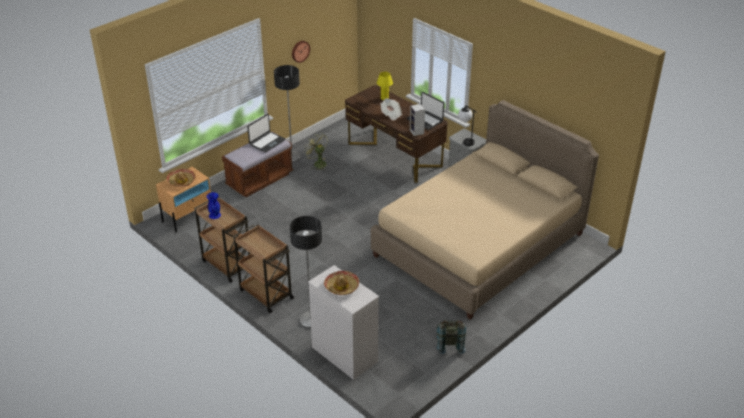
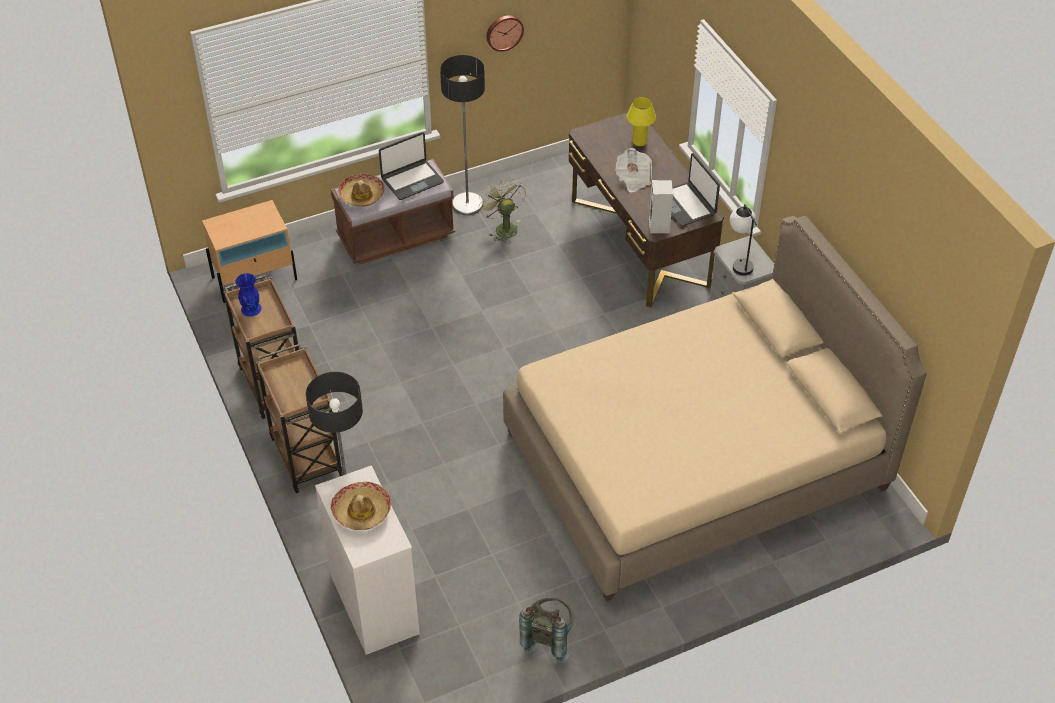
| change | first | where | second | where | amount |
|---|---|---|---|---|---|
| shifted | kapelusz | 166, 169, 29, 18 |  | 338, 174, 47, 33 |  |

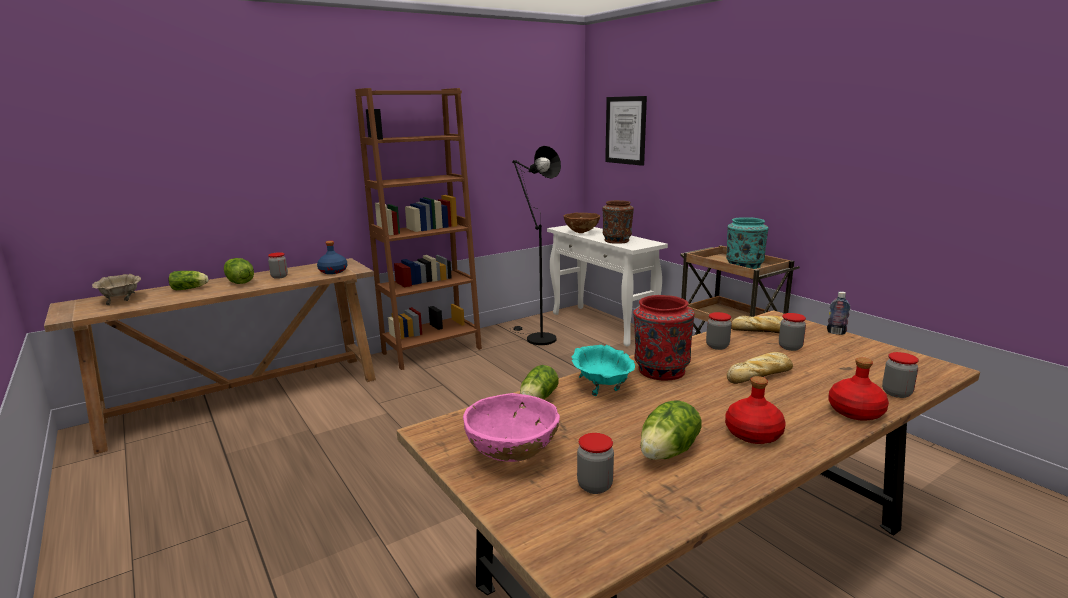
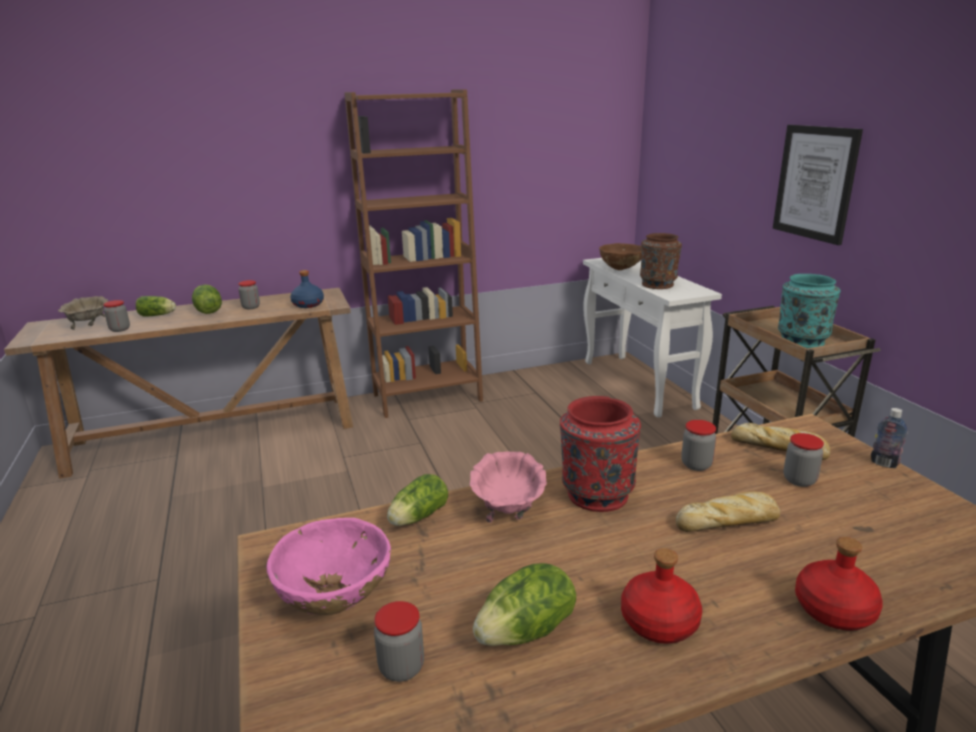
| change | first | where | second | where | amount |
|---|---|---|---|---|---|
| shifted | obraz | 605, 96, 42, 70 |  | 773, 125, 90, 120 |  |
| gone | lampa stojąca/czarny | 511, 146, 50, 199 |  |  |  |
| repainted | miska/turkusowy | 571, 345, 64, 51 | miska/różowy | 470, 452, 77, 71 |  |
| shifted | słoik | 882, 352, 37, 46 |  | 103, 300, 27, 32 |  |

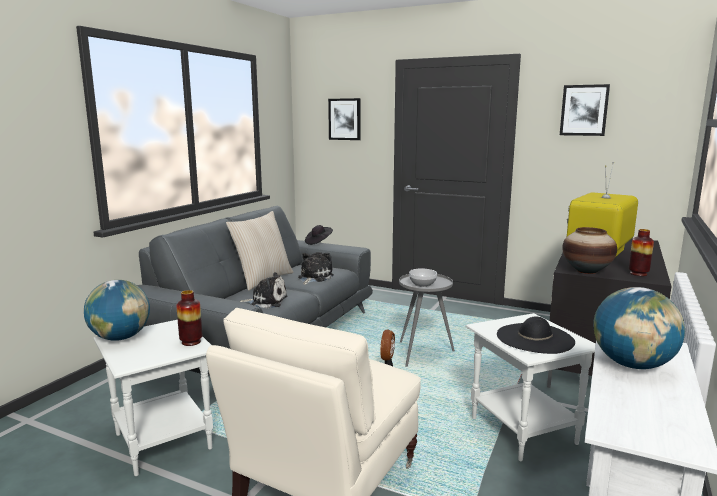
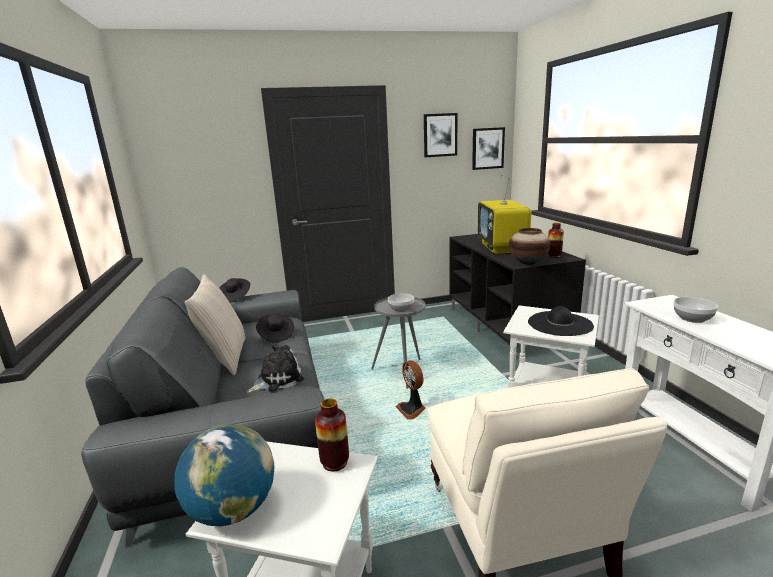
| change | first | where | second | where | amount |
|---|---|---|---|---|---|
| shifted | obraz | 328, 98, 32, 42 |  | 472, 127, 33, 43 |  |
| swapped | pluszak | 298, 252, 36, 33 | kapelusz/czarny | 256, 314, 38, 29 |  |
| swapped | globus | 593, 287, 92, 82 | miska | 674, 297, 44, 26 |  |

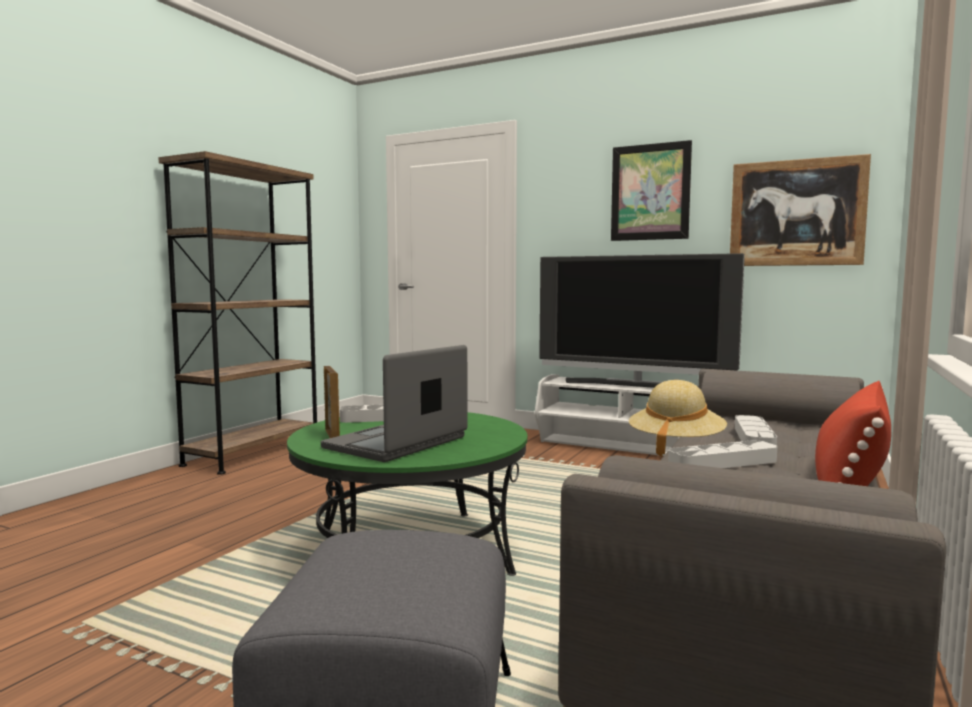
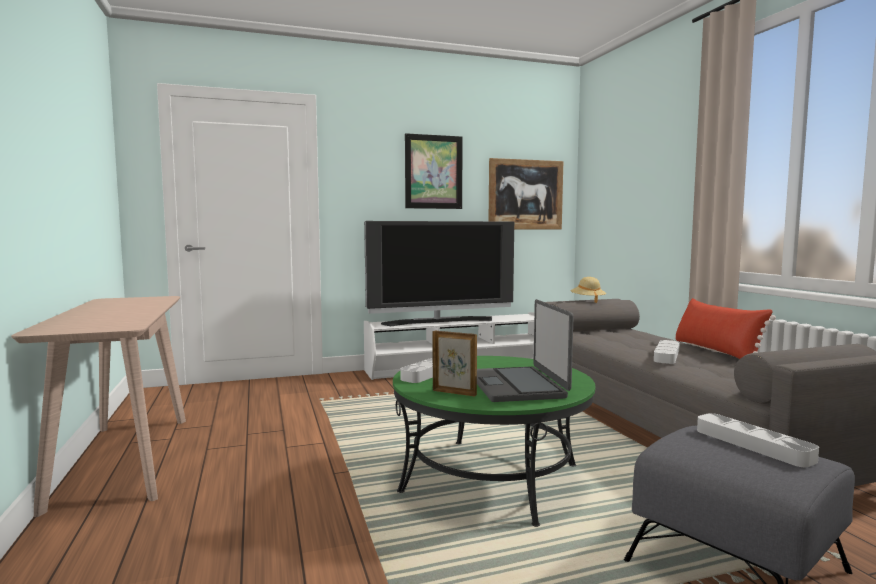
| change | first | where | second | where | amount |
|---|---|---|---|---|---|
| swapped | regał/brązowy | 158, 151, 159, 324 | stolik konsolowy/beżowy | 11, 296, 175, 221 |  |
| shifted | kapelusz/beżowy | 629, 380, 98, 76 |  | 570, 277, 36, 26 |  |
| shifted | taca/szary | 735, 415, 42, 31 |  | 697, 413, 122, 54 |  |

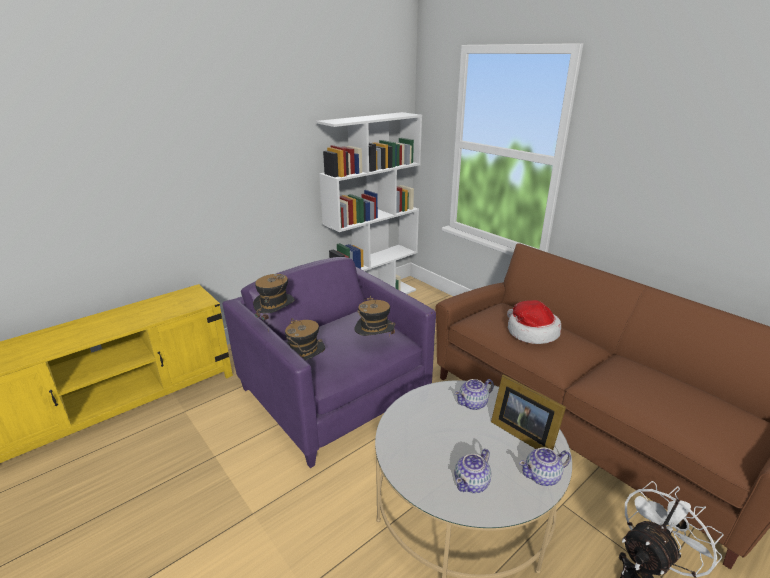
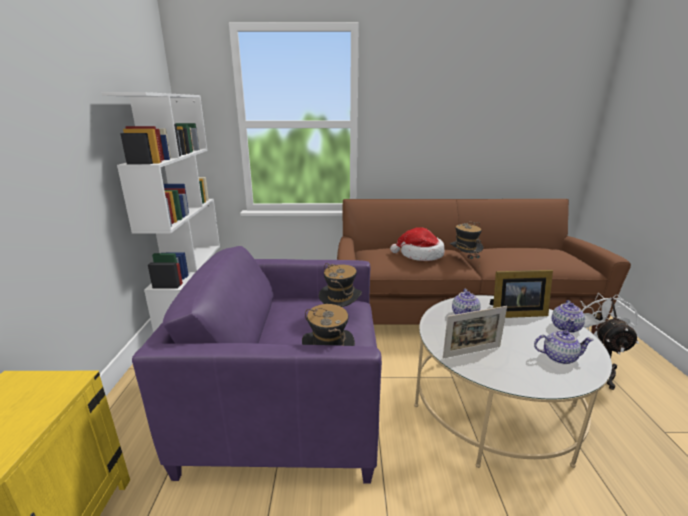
| change | first | where | second | where | amount |
|---|---|---|---|---|---|
| shifted | kapelusz | 253, 274, 42, 58 |  | 450, 222, 34, 44 |  |
| rotated | imbryk | 454, 449, 37, 44 |  | 534, 330, 59, 34 | 75 degrees counterclockwise |
| new |  |  | ramka na zdjęcie | 443, 306, 64, 53 |  |

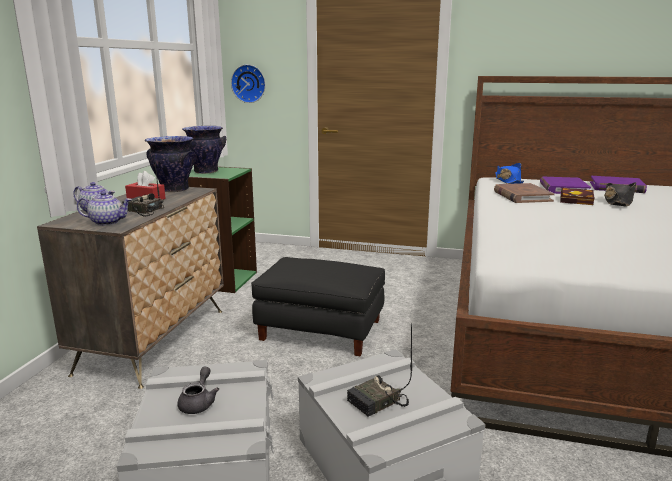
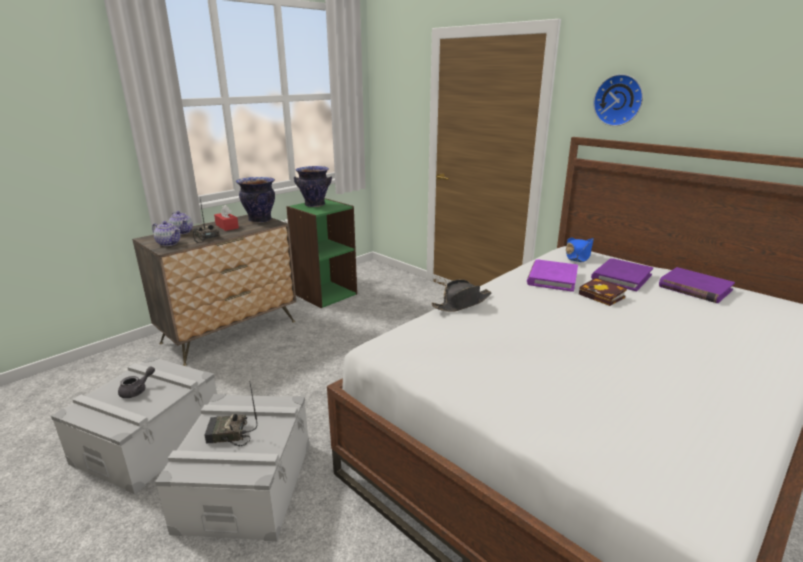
| change | first | where | second | where | amount |
|---|---|---|---|---|---|
| shifted | zegar ścienny | 231, 64, 35, 39 |  | 593, 74, 50, 52 |  |
| shifted | kapelusz/czarny | 604, 182, 32, 25 |  | 431, 279, 61, 33 |  |
| repainted | książka/brązowy | 494, 183, 61, 20 | książka/fioletowy | 527, 260, 51, 32 |  |
| gone | pufa/czarny | 251, 257, 134, 99 |  |  |  |

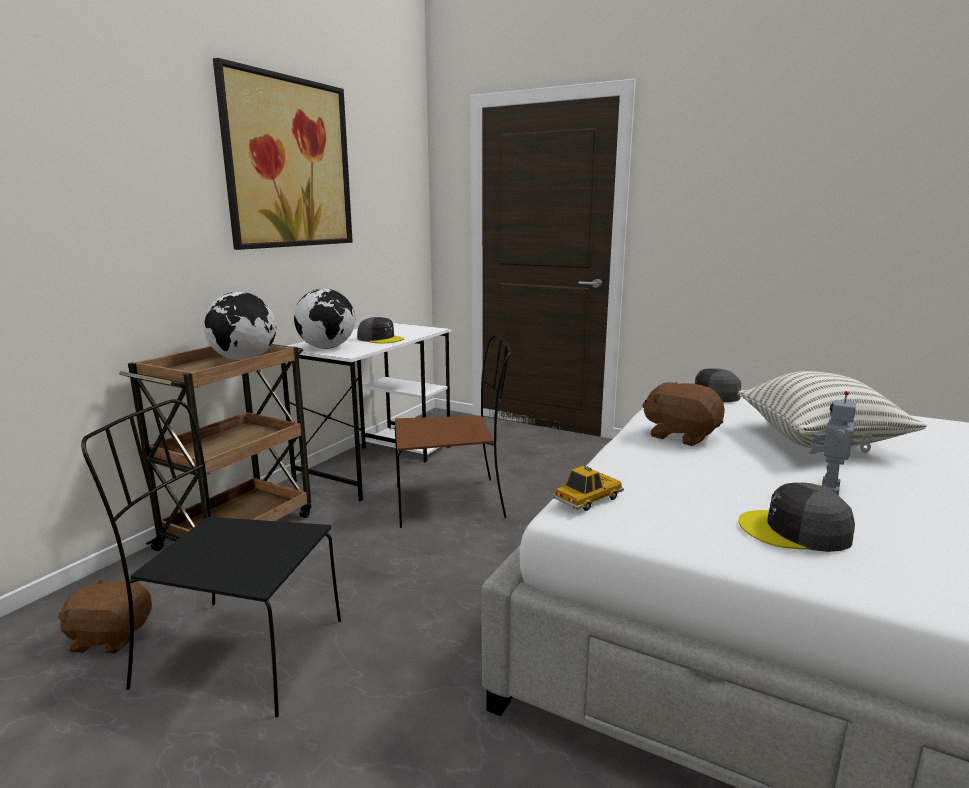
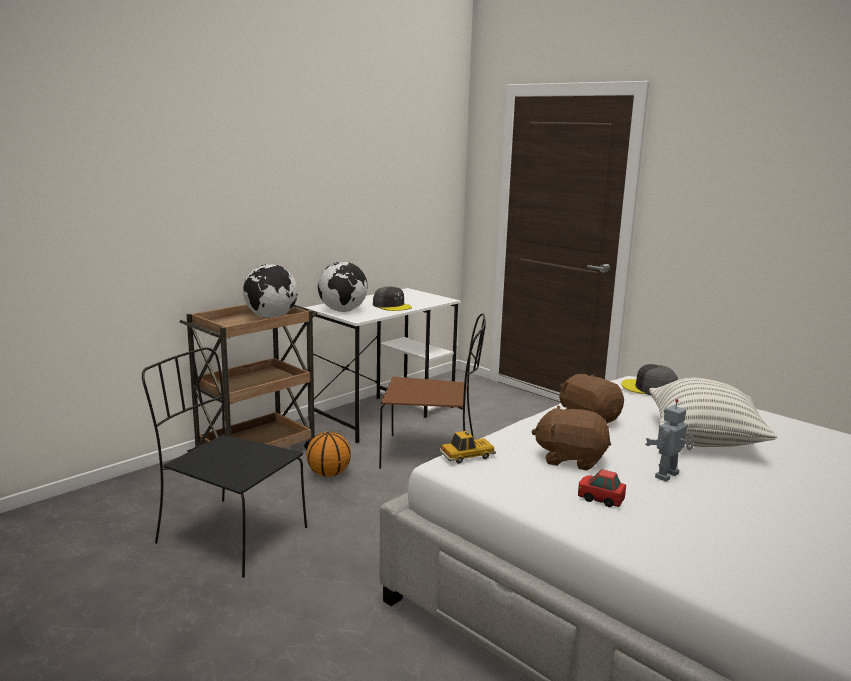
| change | first | where | second | where | amount |
|---|---|---|---|---|---|
| gone | obraz | 213, 58, 140, 192 |  |  |  |
| swapped | czapka z daszkiem/szary | 738, 482, 117, 70 | samochodzik | 578, 469, 48, 38 |  |
| shifted | pluszak/brązowy | 58, 578, 94, 76 |  | 532, 406, 79, 65 |  |
| new |  |  | piłka do koszykówki | 306, 431, 45, 46 |  |

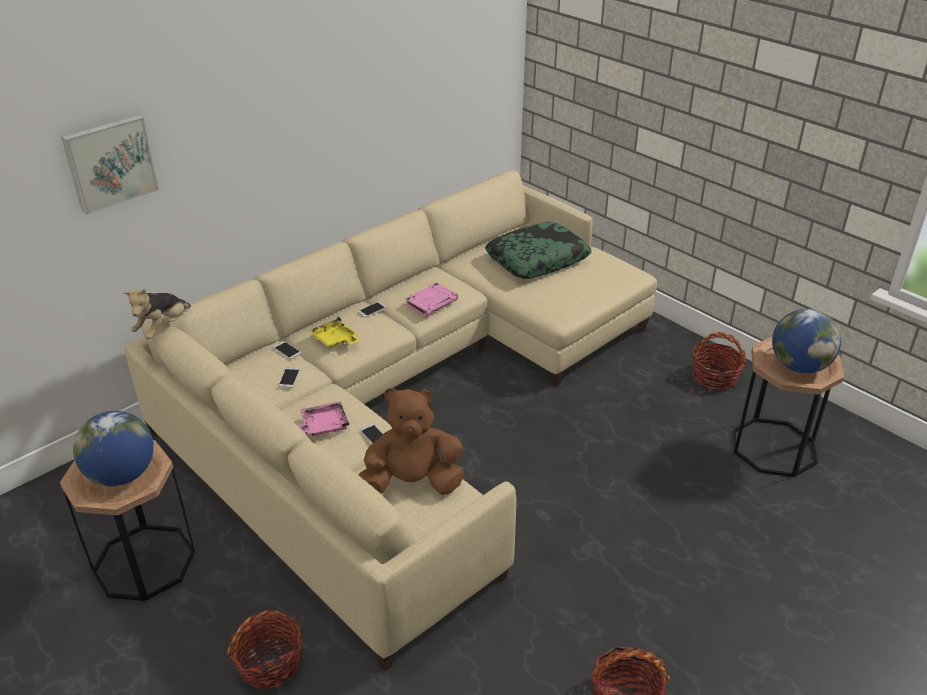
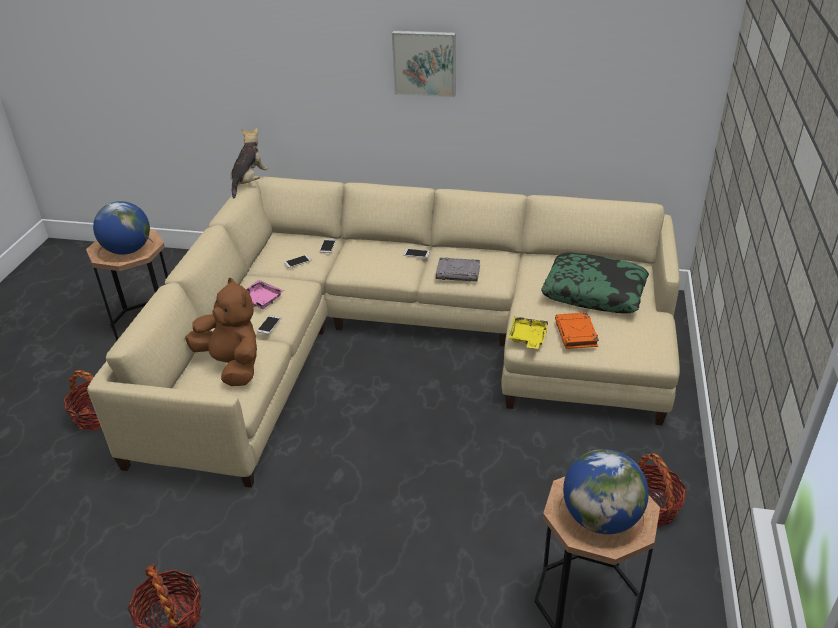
| change | first | where | second | where | amount |
|---|---|---|---|---|---|
| shifted | obraz | 61, 115, 98, 100 |  | 392, 31, 64, 66 |  |
| repainted | książka/różowy | 405, 282, 53, 35 | książka/szary | 436, 257, 44, 25 |  |
| rotated | pluszak | 124, 288, 67, 51 |  | 230, 128, 38, 70 | 120 degrees clockwise |
| shifted | taca/żółty | 308, 316, 52, 33 |  | 508, 316, 41, 33 |  |
| new |  |  | książka/pomarańczowy | 555, 312, 44, 37 |  |

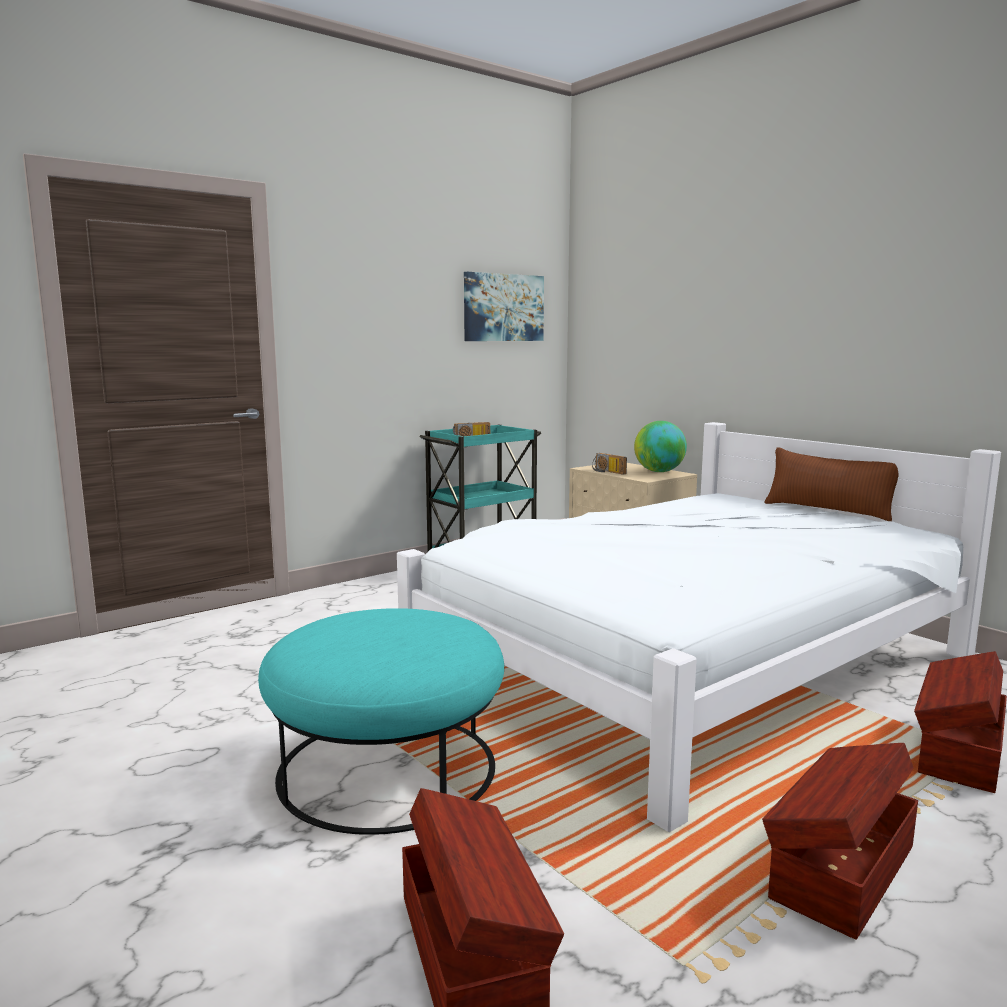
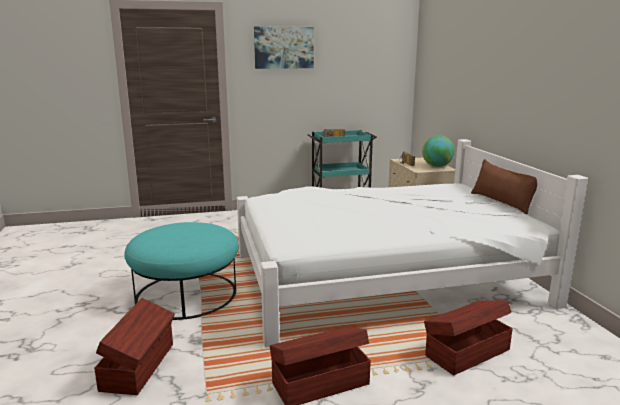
| change | first | where | second | where | amount |
|---|---|---|---|---|---|
| shifted | obraz | 464, 272, 80, 69 |  | 254, 26, 60, 43 |  |

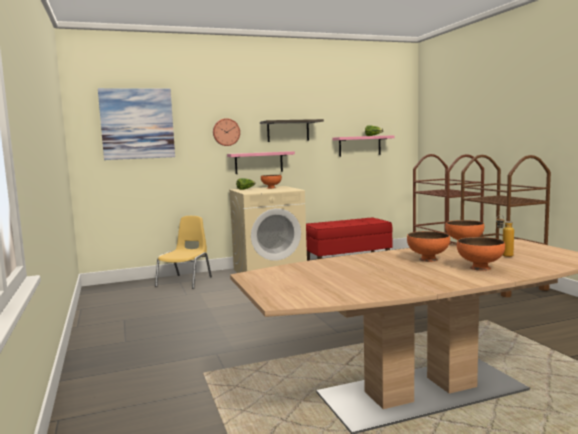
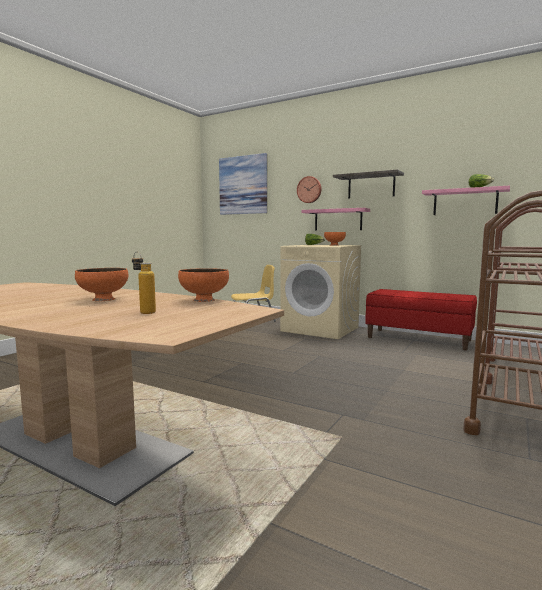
| change | first | where | second | where | amount |
|---|---|---|---|---|---|
| gone | miska/pomarańczowy | 457, 237, 48, 34 |  |  |  |

